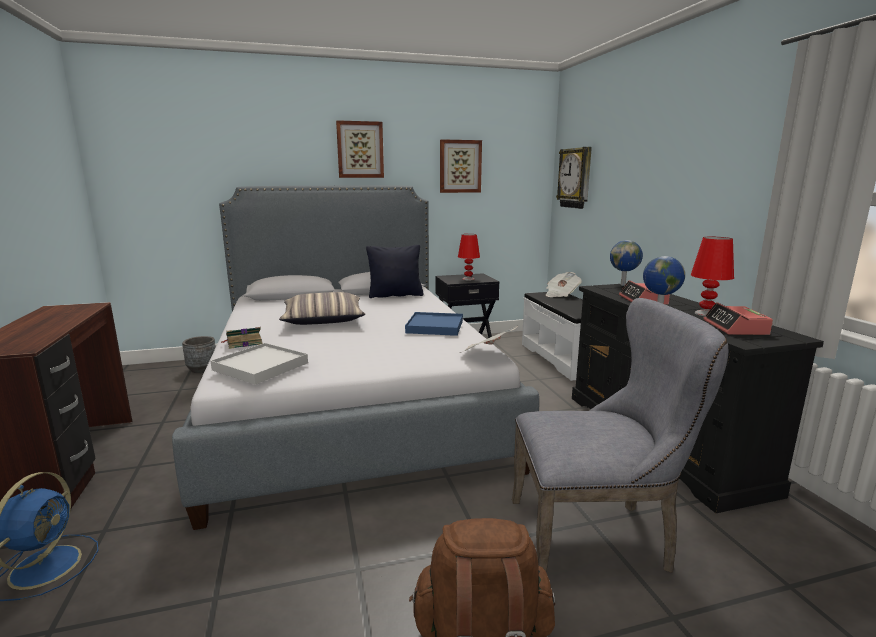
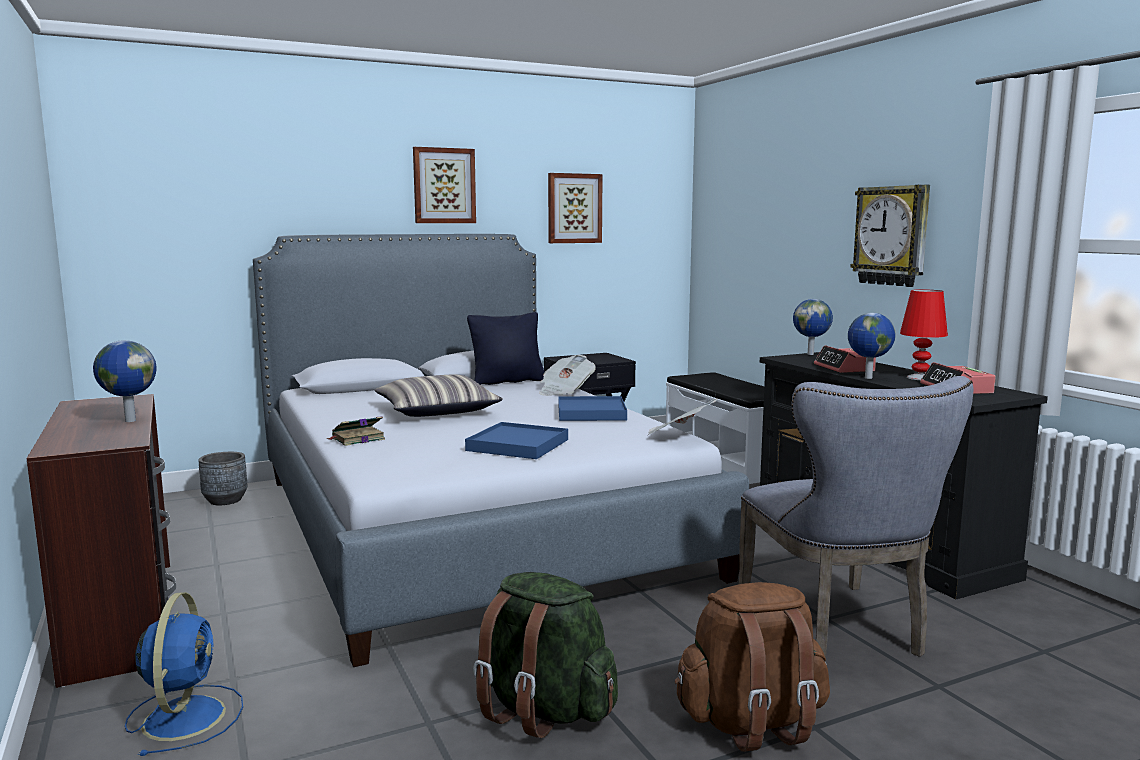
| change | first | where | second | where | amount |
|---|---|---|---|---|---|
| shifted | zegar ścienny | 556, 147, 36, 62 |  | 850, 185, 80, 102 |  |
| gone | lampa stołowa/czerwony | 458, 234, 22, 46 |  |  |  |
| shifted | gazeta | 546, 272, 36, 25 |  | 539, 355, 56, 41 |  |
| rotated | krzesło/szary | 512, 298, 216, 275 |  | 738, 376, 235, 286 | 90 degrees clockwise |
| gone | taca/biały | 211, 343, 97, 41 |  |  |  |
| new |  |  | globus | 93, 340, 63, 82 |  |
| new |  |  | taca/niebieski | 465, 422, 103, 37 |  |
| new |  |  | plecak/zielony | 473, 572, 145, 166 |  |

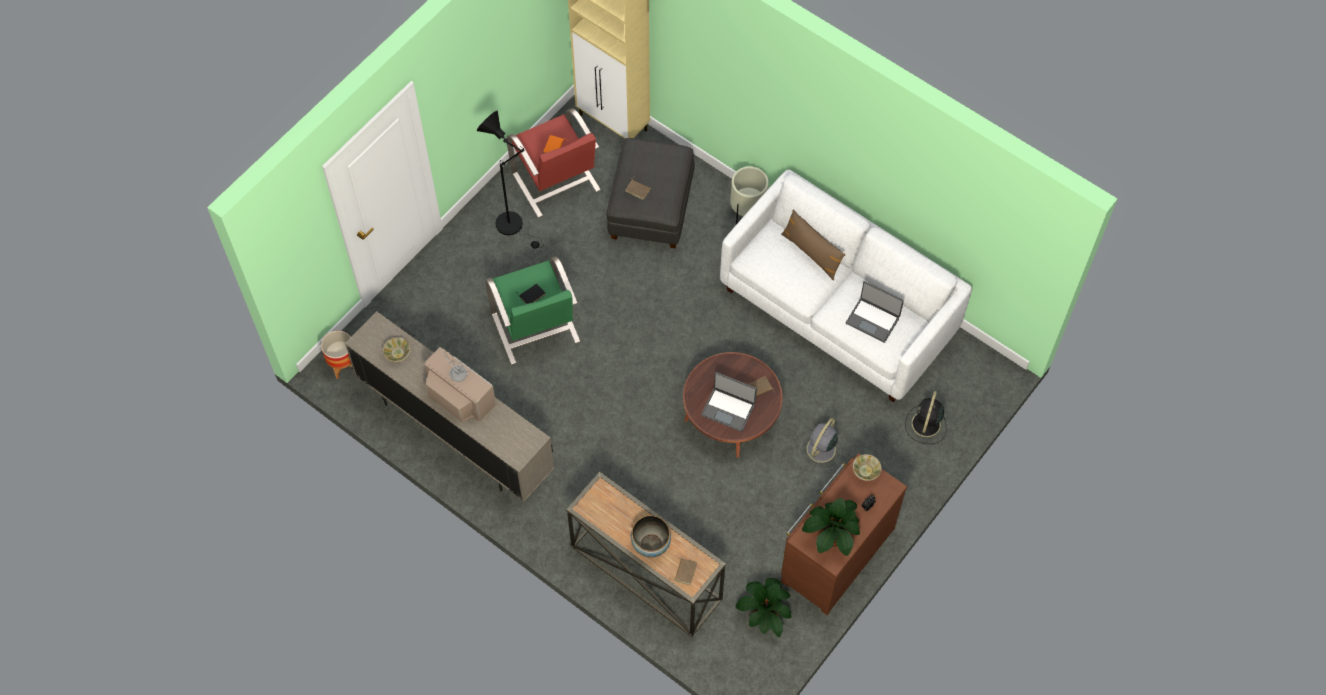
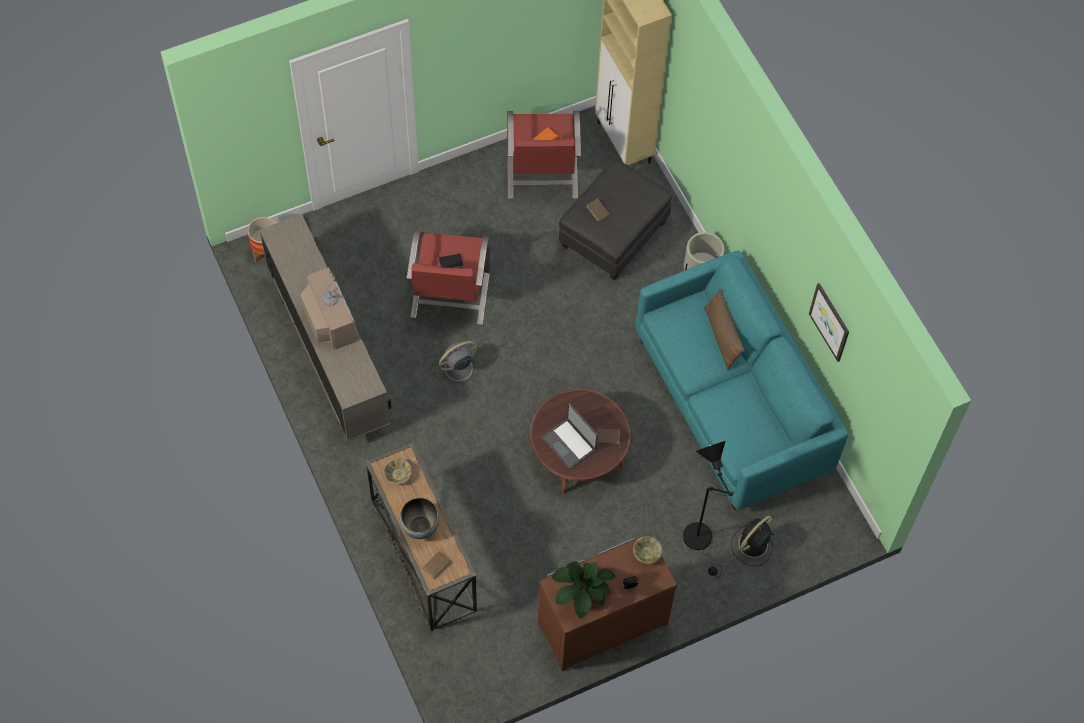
| change | first | where | second | where | amount |
|---|---|---|---|---|---|
| shifted | lampa stojąca/czarny | 477, 111, 65, 138 |  | 683, 441, 50, 136 |  |
| repainted | kanapa/biały | 720, 170, 252, 232 | kanapa/turkusowy | 635, 251, 213, 259 |  |
| repainted | fotel/zielony | 485, 256, 95, 109 | fotel/czerwony | 406, 229, 84, 96 |  |
| gone | laptop | 846, 281, 58, 62 |  |  |  |
| shifted | miska/beżowy | 383, 337, 28, 25 |  | 383, 458, 29, 27 |  |
| shifted | wentylator/szary | 799, 418, 42, 52 |  | 437, 341, 45, 48 |  |
| gone | roślina doniczkowa | 736, 578, 55, 59 |  |  |  |
| new |  |  | obraz | 809, 283, 40, 79 |  |

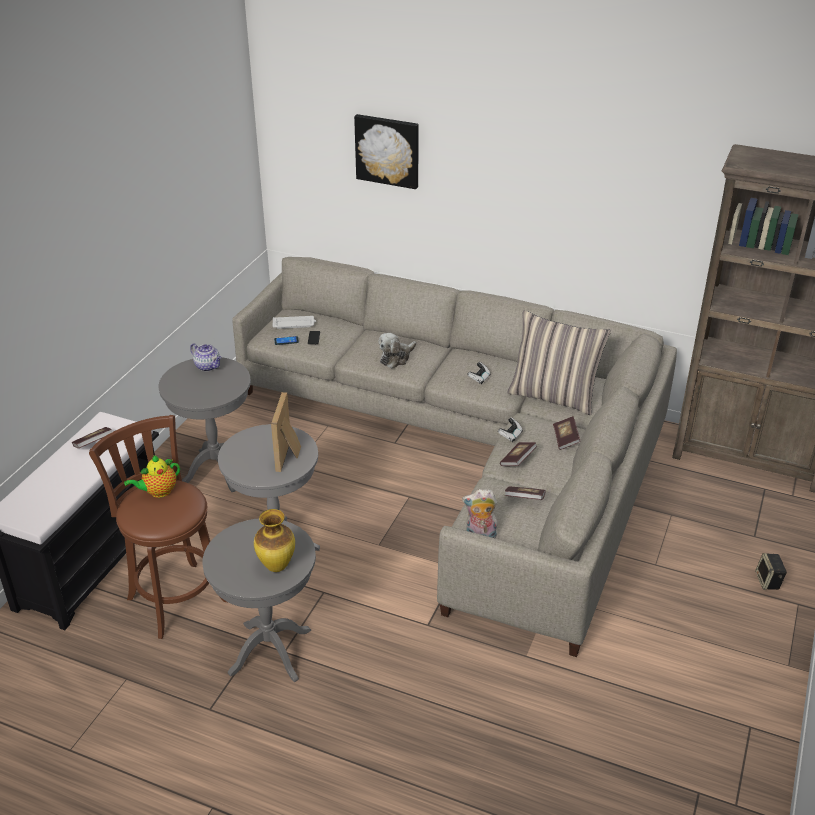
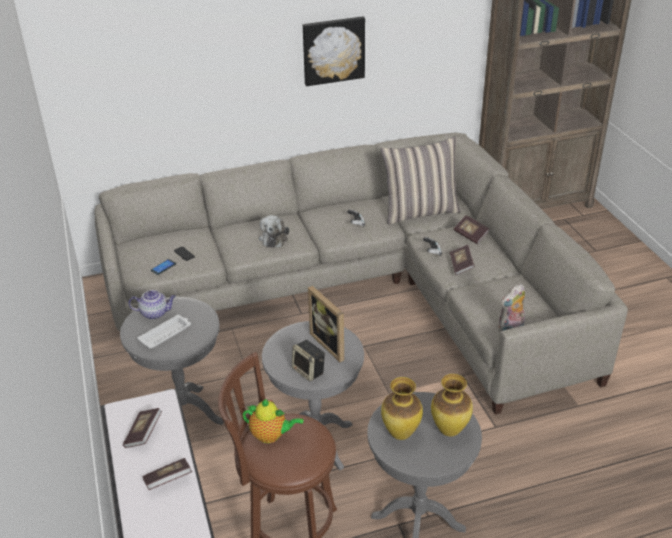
| change | first | where | second | where | amount |
|---|---|---|---|---|---|
| shifted | obraz | 354, 114, 65, 75 |  | 303, 16, 62, 70 |  |
| shifted | taca/biały | 273, 316, 43, 13 |  | 137, 315, 54, 33 |  |
| rotated | imbryk | 124, 455, 56, 43 |  | 243, 399, 61, 44 | 90 degrees counterclockwise |
| shifted | książka | 505, 486, 41, 14 |  | 142, 458, 50, 32 |  |
| shifted | głośnik | 755, 553, 32, 37 |  | 292, 340, 33, 41 |  |
| new |  |  | wazon | 381, 377, 42, 63 |  |

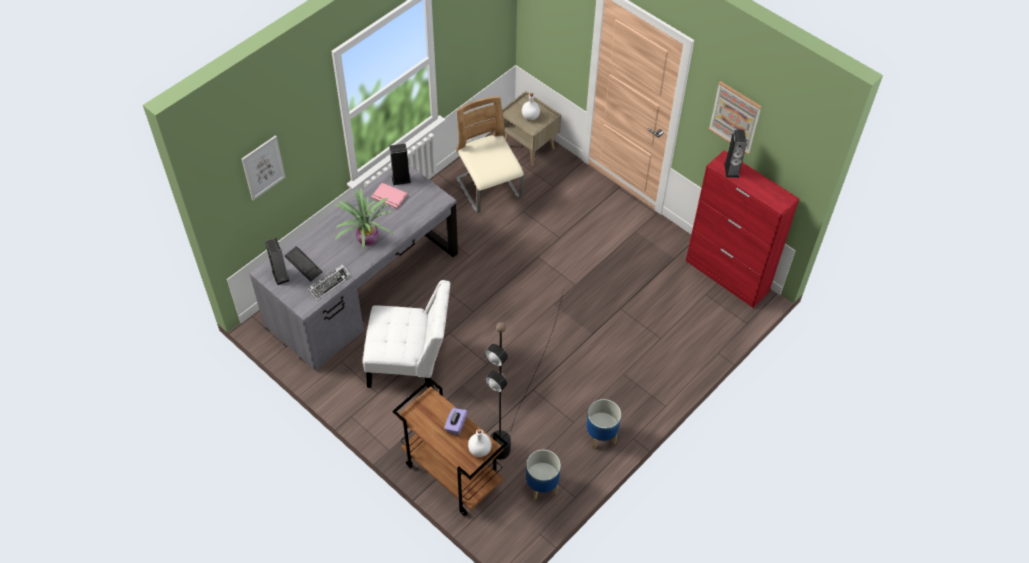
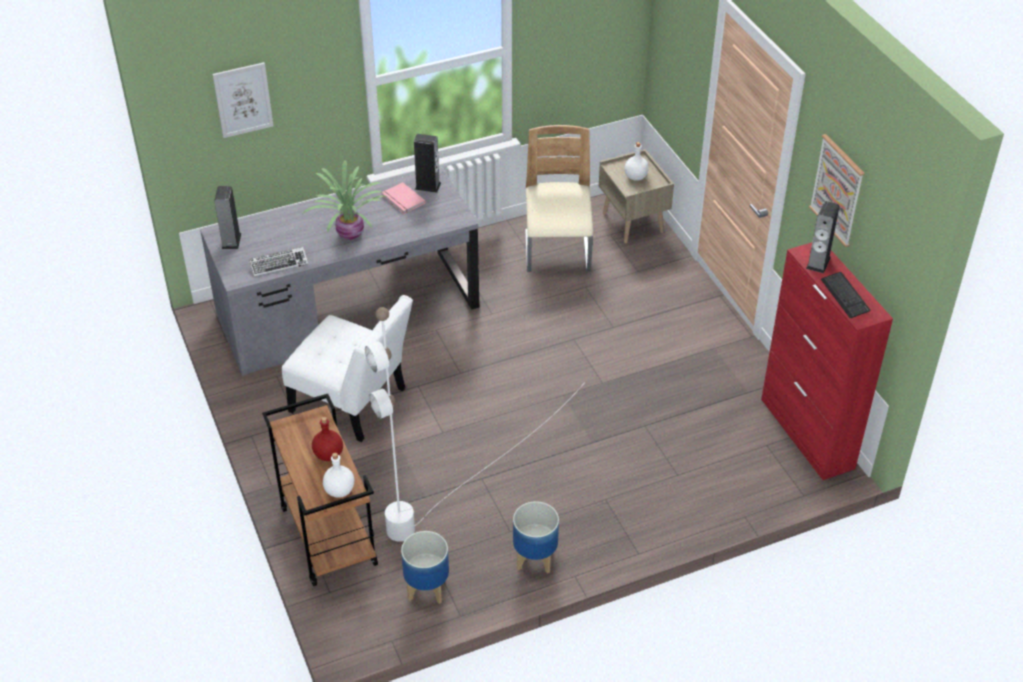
| change | first | where | second | where | amount |
|---|---|---|---|---|---|
| shifted | klawiatura | 285, 246, 37, 36 |  | 821, 272, 49, 47 |  |
| repainted | lampa stojąca/czarny | 485, 293, 78, 167 | lampa stojąca/biały | 365, 307, 220, 235 |  |
| swapped | pudełko chusteczek/fioletowy | 444, 408, 23, 27 | butelka/czerwony | 312, 417, 31, 44 |  |

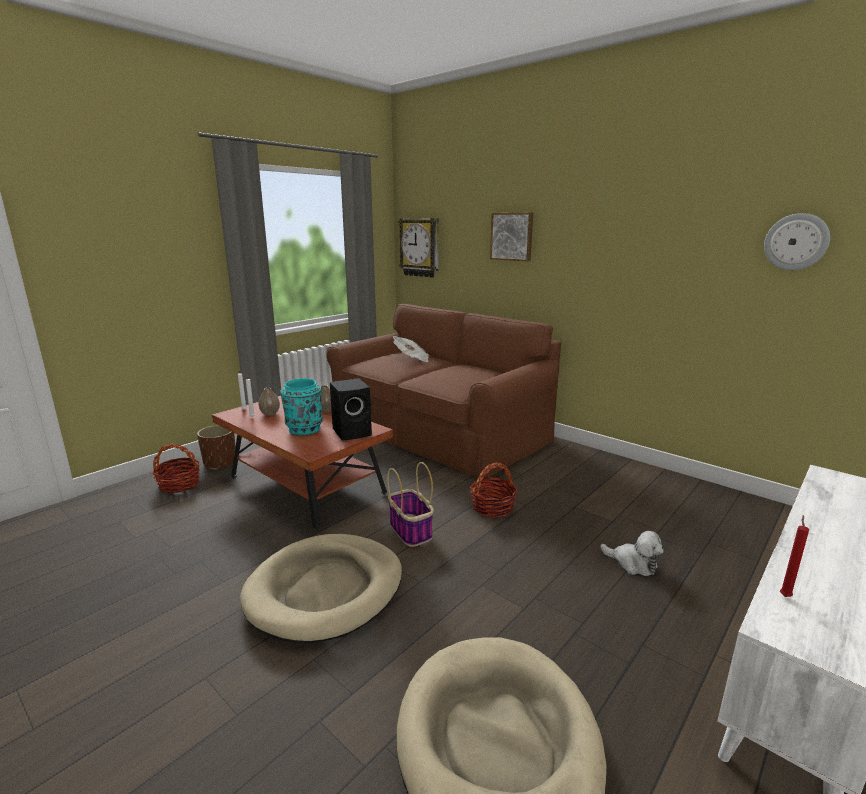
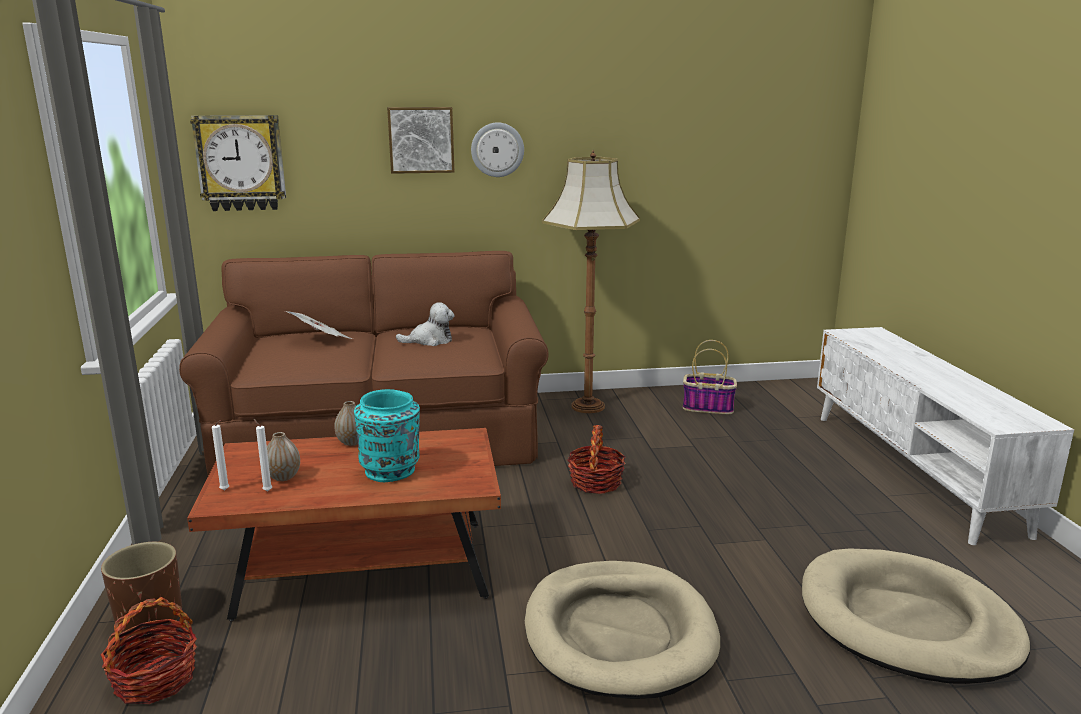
| change | first | where | second | where | amount |
|---|---|---|---|---|---|
| shifted | zegar ścienny | 764, 213, 66, 57 |  | 471, 122, 53, 55 |  |
| gone | głośnik/czarny | 330, 378, 42, 63 |  |  |  |
| shifted | koszyk | 387, 462, 47, 85 |  | 683, 340, 54, 74 |  |
| gone | świeca/czerwony | 780, 515, 29, 82 |  |  |  |
| shifted | pluszak | 600, 531, 64, 45 |  | 396, 302, 59, 44 |  |
| new |  |  | lampa stojąca | 542, 150, 98, 263 |  |

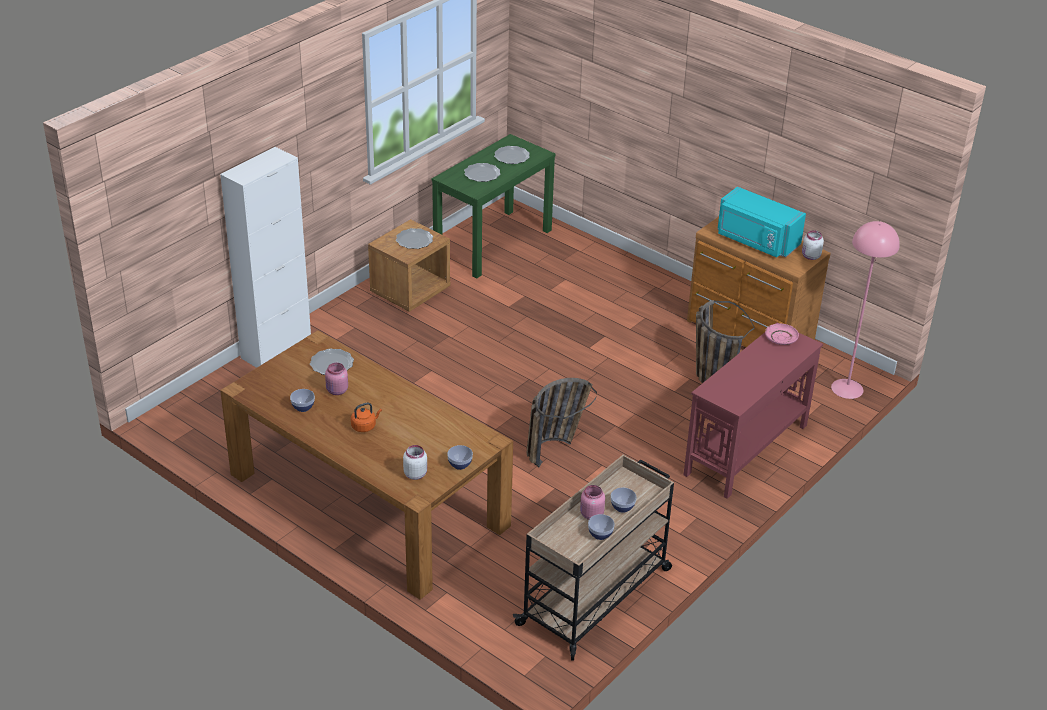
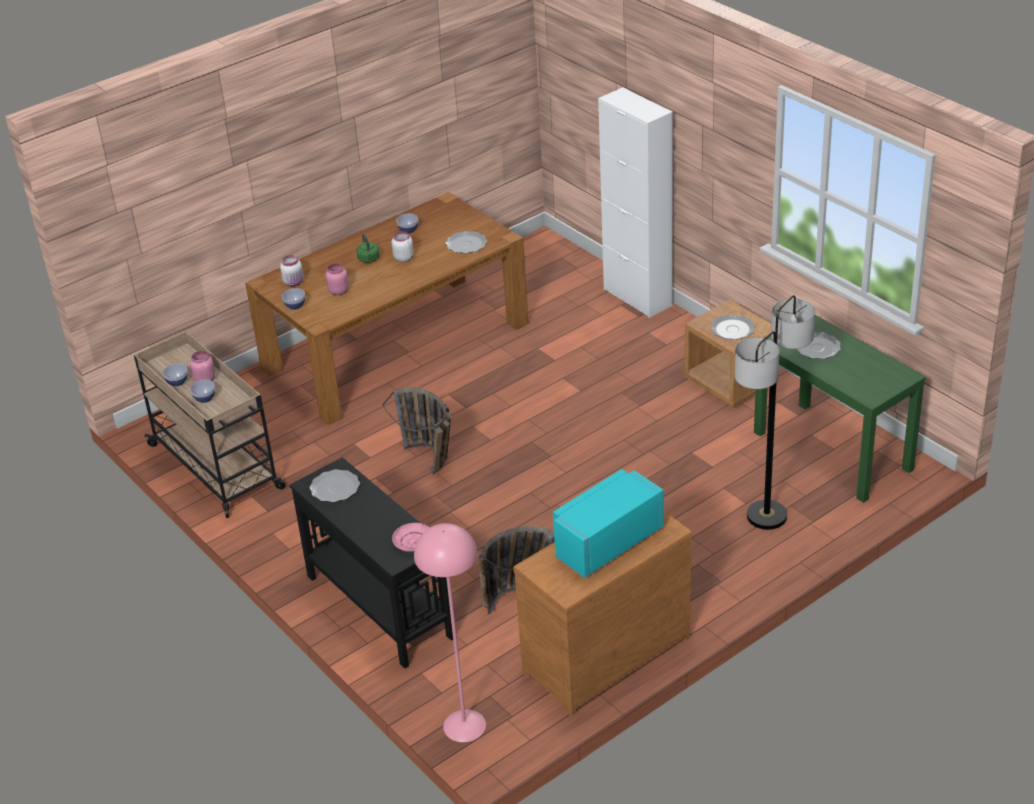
| change | first | where | second | where | amount |
|---|---|---|---|---|---|
| shifted | talerz | 494, 146, 36, 18 |  | 310, 469, 50, 33 |  |
| shifted | słoik/biały | 802, 230, 22, 30 |  | 392, 231, 22, 31 |  |
| repainted | stolik konsolowy/czerwony | 684, 323, 139, 176 | stolik konsolowy/czarny | 289, 457, 164, 211 |  |
| shifted | słoik/różowy | 325, 363, 23, 32 |  | 326, 263, 23, 32 |  |
| repainted | czajnik/pomarańczowy | 351, 403, 31, 29 | czajnik/zielony | 356, 234, 24, 29 |  |
| new |  |  | lampa stojąca | 734, 295, 81, 235 |  |

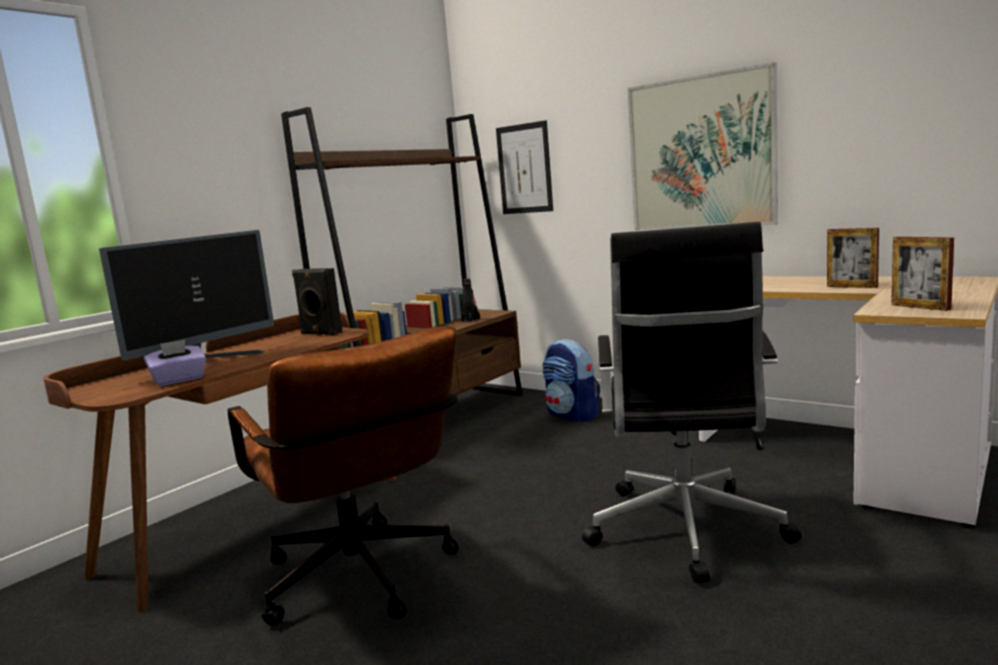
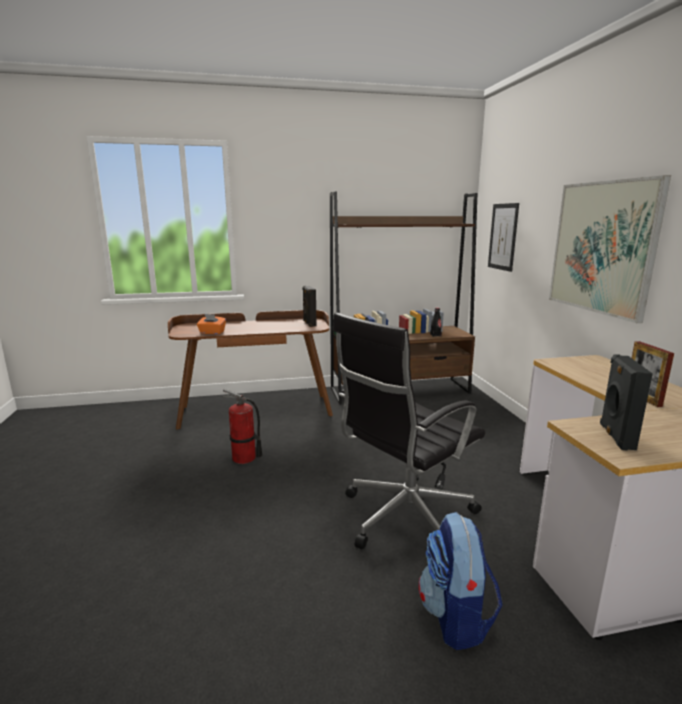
| change | first | where | second | where | amount |
|---|---|---|---|---|---|
| gone | monitor | 99, 230, 175, 131 |  |  |  |
| swapped | ramka na zdjęcie | 891, 237, 63, 74 | głośnik/czarny | 600, 354, 53, 97 |  |
| swapped | krzesło biurowe/brązowy | 227, 326, 232, 299 | gaśnica | 223, 389, 39, 75 |  |
| shifted | plecak | 542, 339, 58, 83 |  | 419, 512, 83, 138 |  |
| repainted | pudełko chusteczek/fioletowy | 144, 340, 62, 46 | pudełko chusteczek/pomarańczowy | 197, 314, 29, 20 |  |

